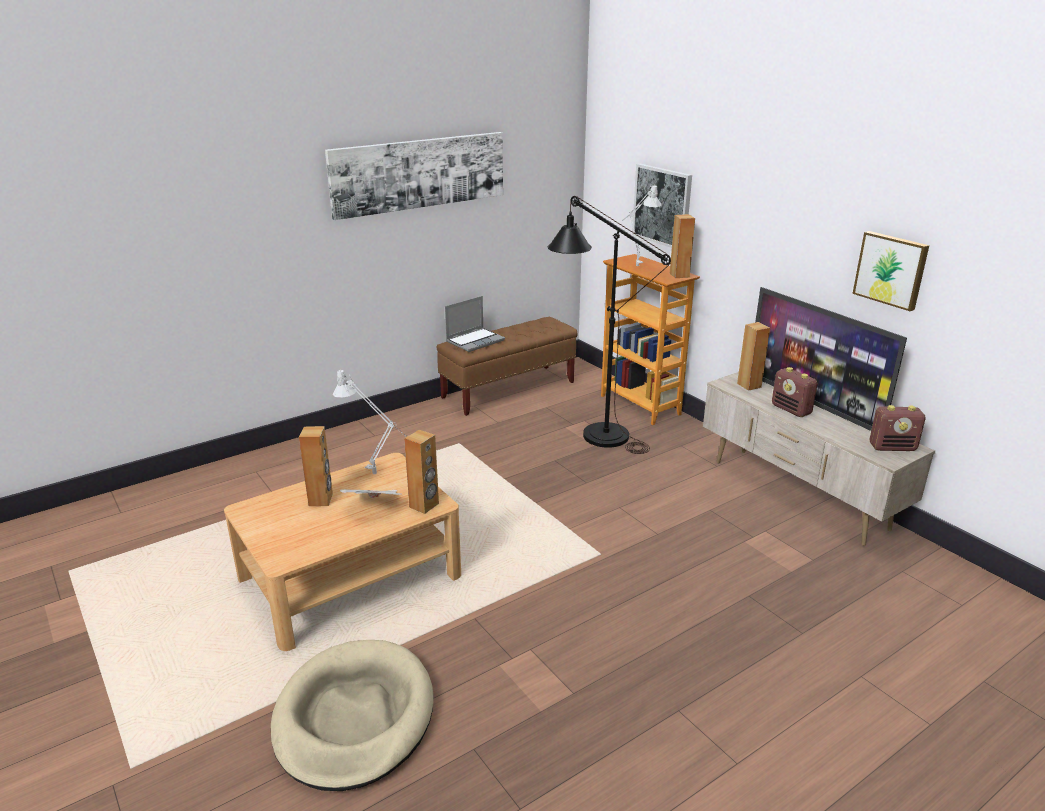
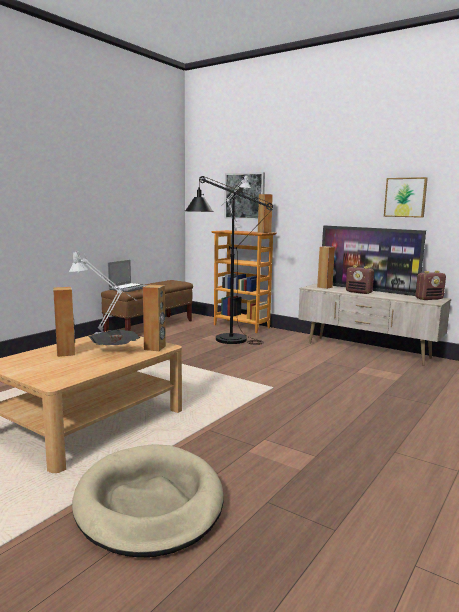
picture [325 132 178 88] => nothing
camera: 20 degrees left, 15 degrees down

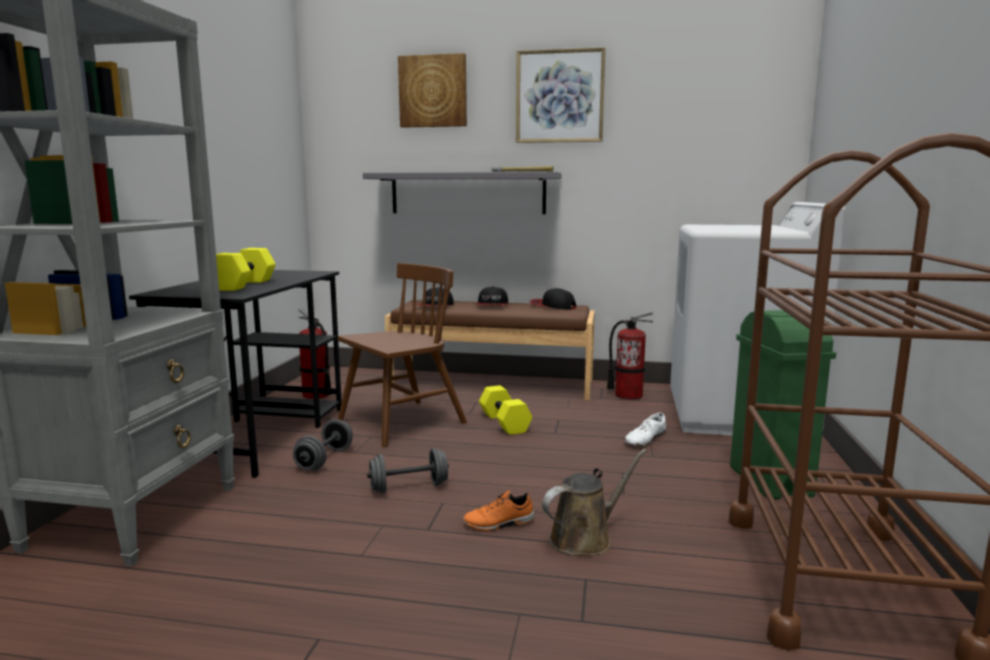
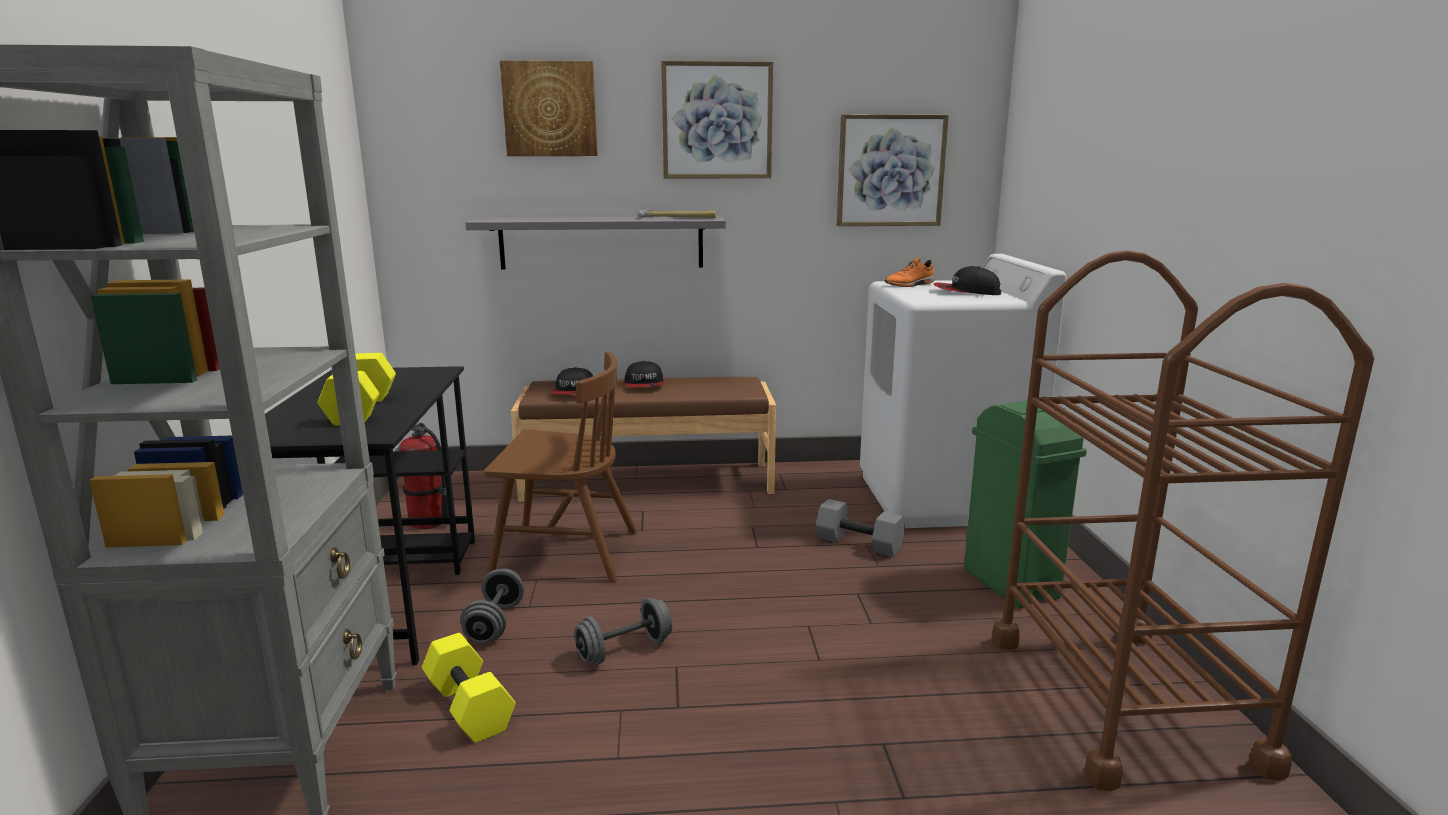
chair/brown-coloured [338 263 129 184] => chair/brown-coloured [484 352 153 231], 60 degrees clockwise
low shoe/orange [463 491 72 40] => low shoe/orange [885 258 50 29], relocated
hand weight/yellow-coloured [479 385 53 50] => hand weight/yellow-coloured [422 633 94 110], relocated
cap [530 288 46 22] => cap [934 266 67 29], relocated
sprinkling can/brown-coloured [542 449 105 107] => nothing
fire-fighting cylinder [607 312 46 88] => nothing
low shoe/whitish [624 412 42 35] => hand weight/gray [816 499 89 58]
nothing => picture [837 114 112 112]
camera: 15 degrees left, 5 degrees up

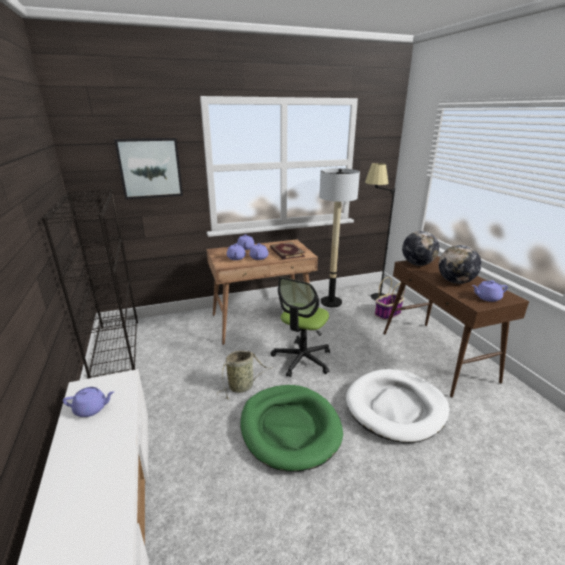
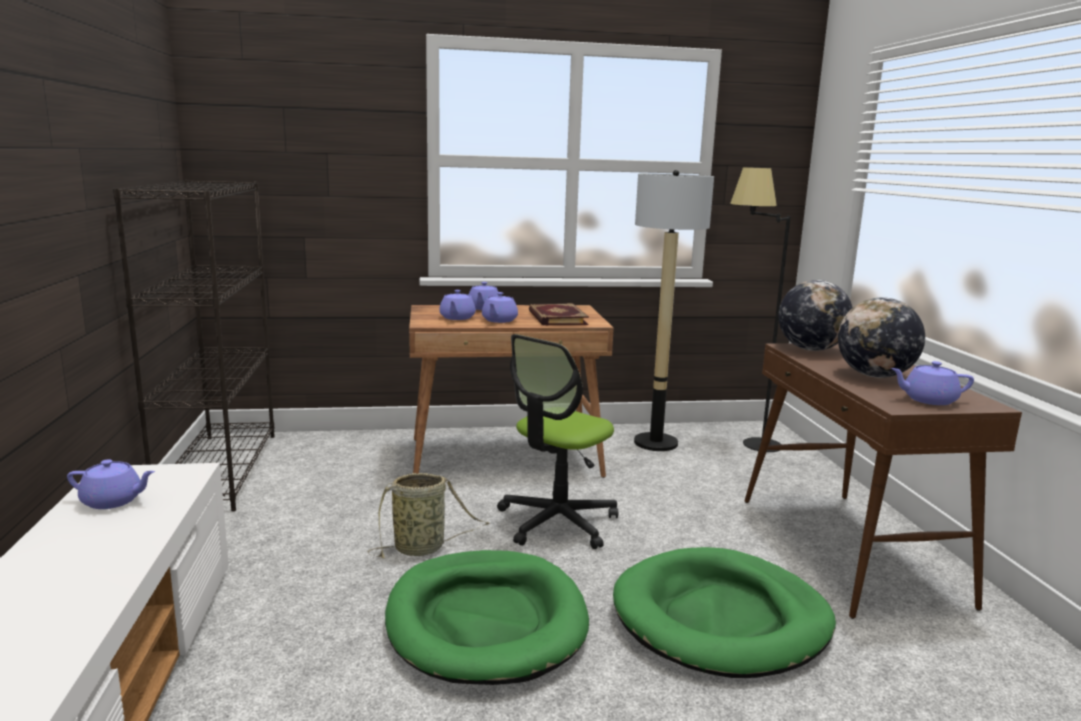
picture [114 138 69 62] => nothing
dog bed/whitish [346 369 103 74] => dog bed/greenish [613 547 223 131]
storage basket [374 277 31 43] => nothing
camera: 10 degrees right, 10 degrees down

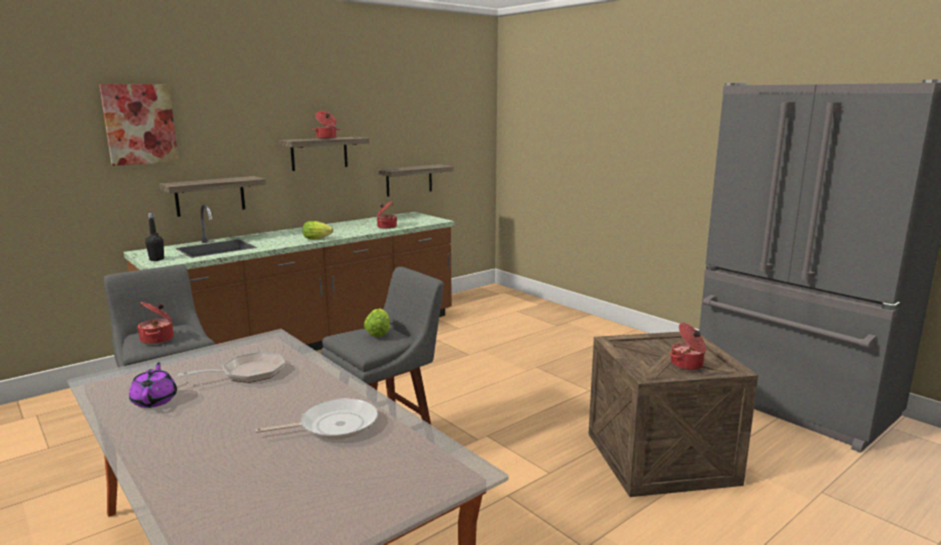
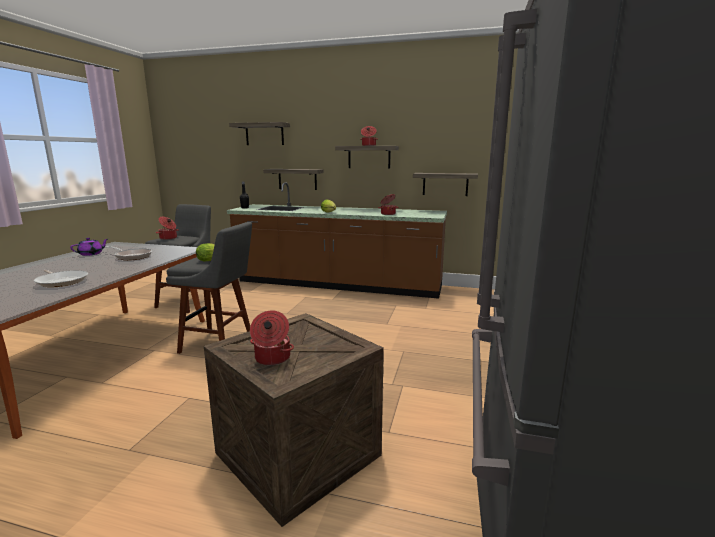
picture [99 84 80 82] => bracket shelf [229 122 61 23]
camera: 55 degrees right, 0 degrees up

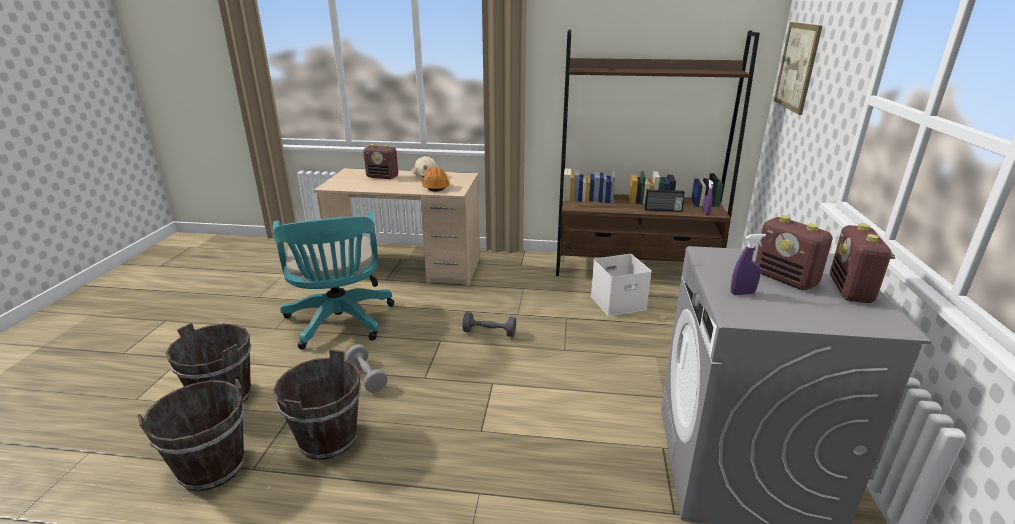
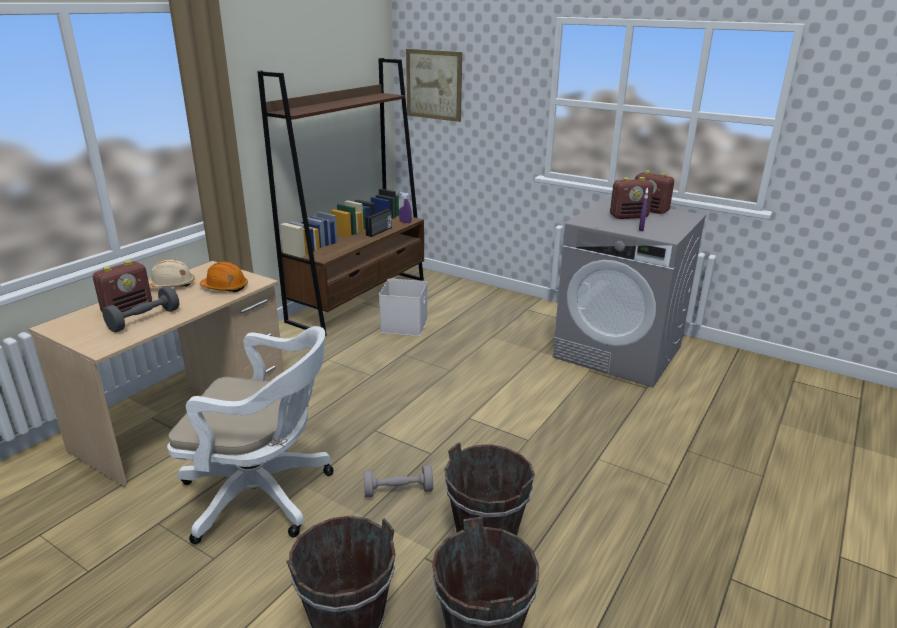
computer chair/turquoise [273 211 121 139] => computer chair/whitish [167 326 167 218]
hand weight/gray [462 312 54 25] => hand weight/gray [102 286 77 46], relocated
camera: 65 degrees left, 0 degrees up

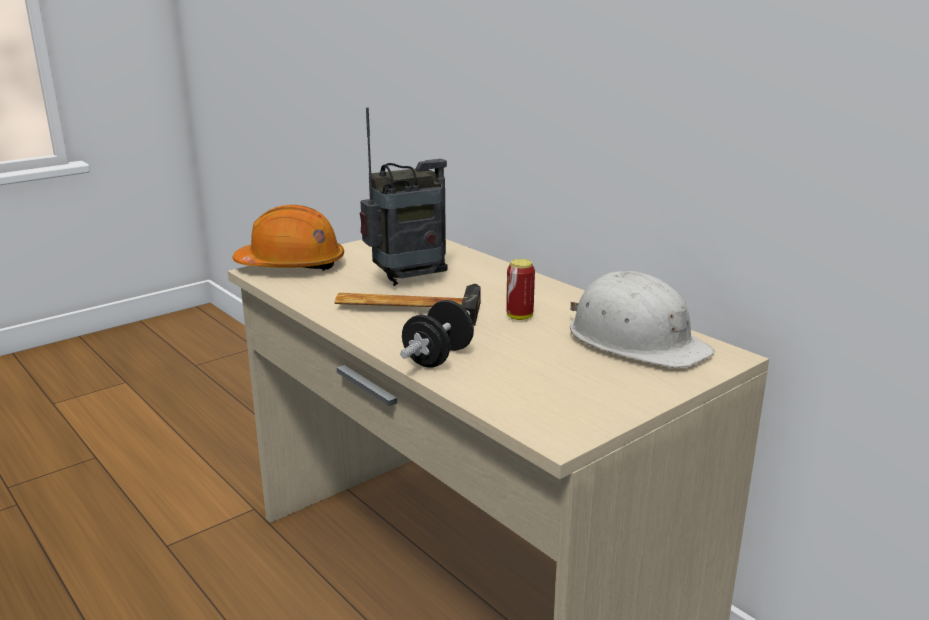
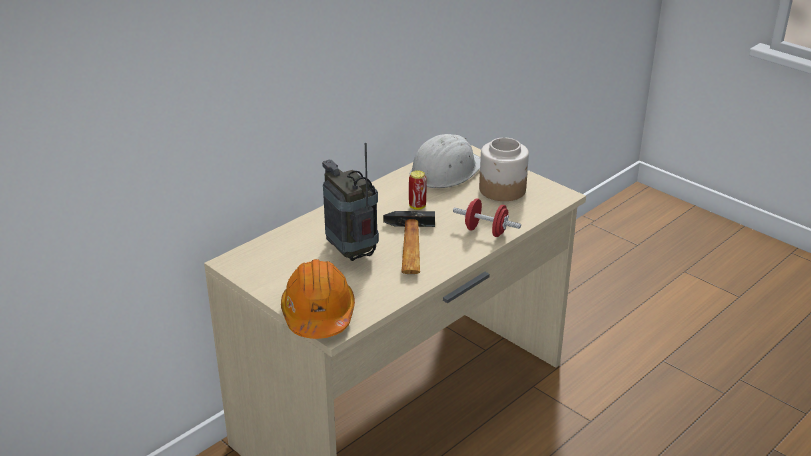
hand weight/blackish [400 300 74 68] => hand weight/reddish [453 199 68 38]
nothing => preserve jar [479 138 50 63]
camera: 95 degrees left, 10 degrees up

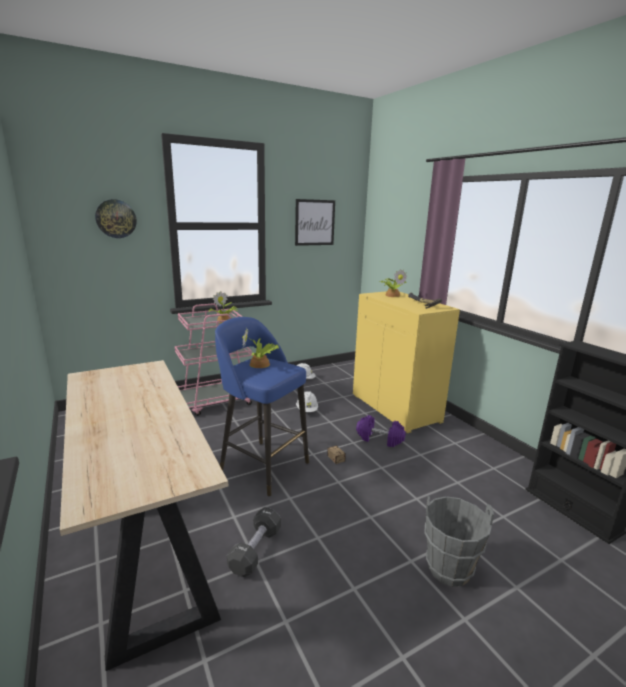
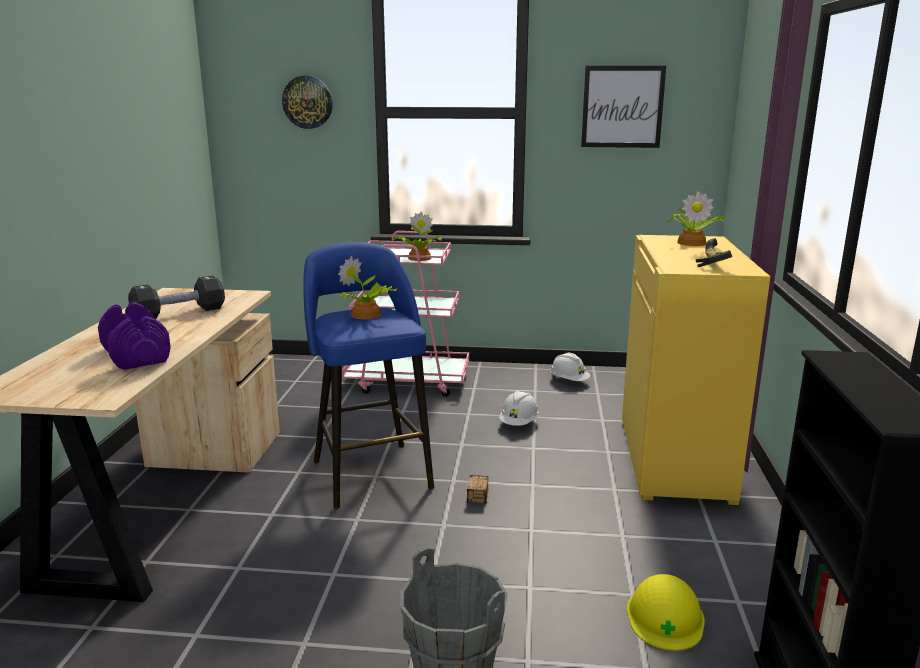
hand weight/blackish [227 507 54 70] => hand weight/blackish [128 275 97 43], relocated
hand weight/purple-coloured [356 415 50 32] => hand weight/purple-coloured [98 302 73 68], relocated
nothing => hard hat/yellow-coloured [627 574 78 77]
camera: 35 degrees right, 0 degrees up

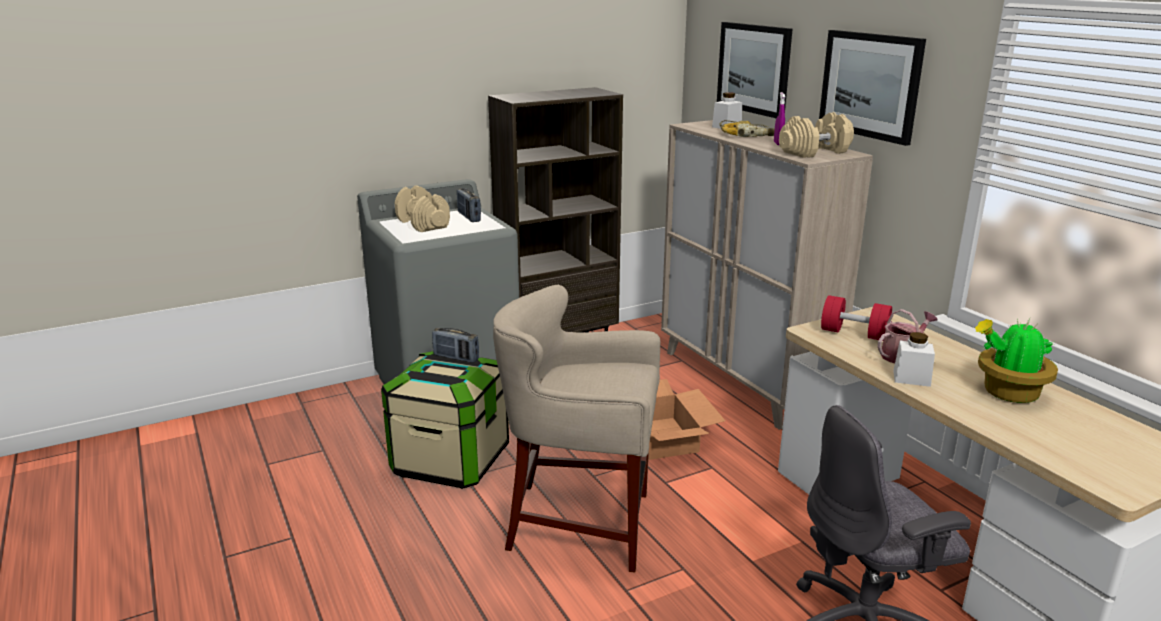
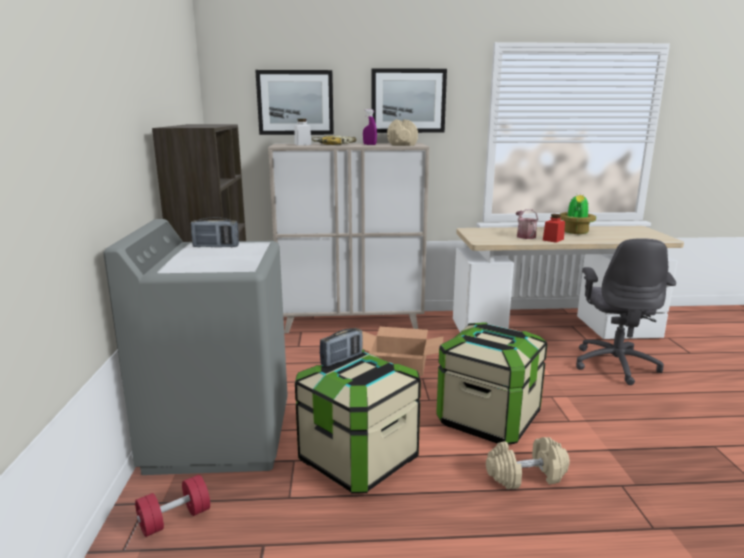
hand weight/beige [395 185 55 47] => hand weight/beige [486 437 84 52], relocated
sitting stool/beige [493 285 167 288] => storage box [436 322 111 123]
hand weight/reddish [821 295 71 45] => hand weight/reddish [135 475 75 62], relocated
preserve jar/whitish [893 332 42 55] => preserve jar/reddish [543 214 22 29]
camera: 65 degrees left, 5 degrees down

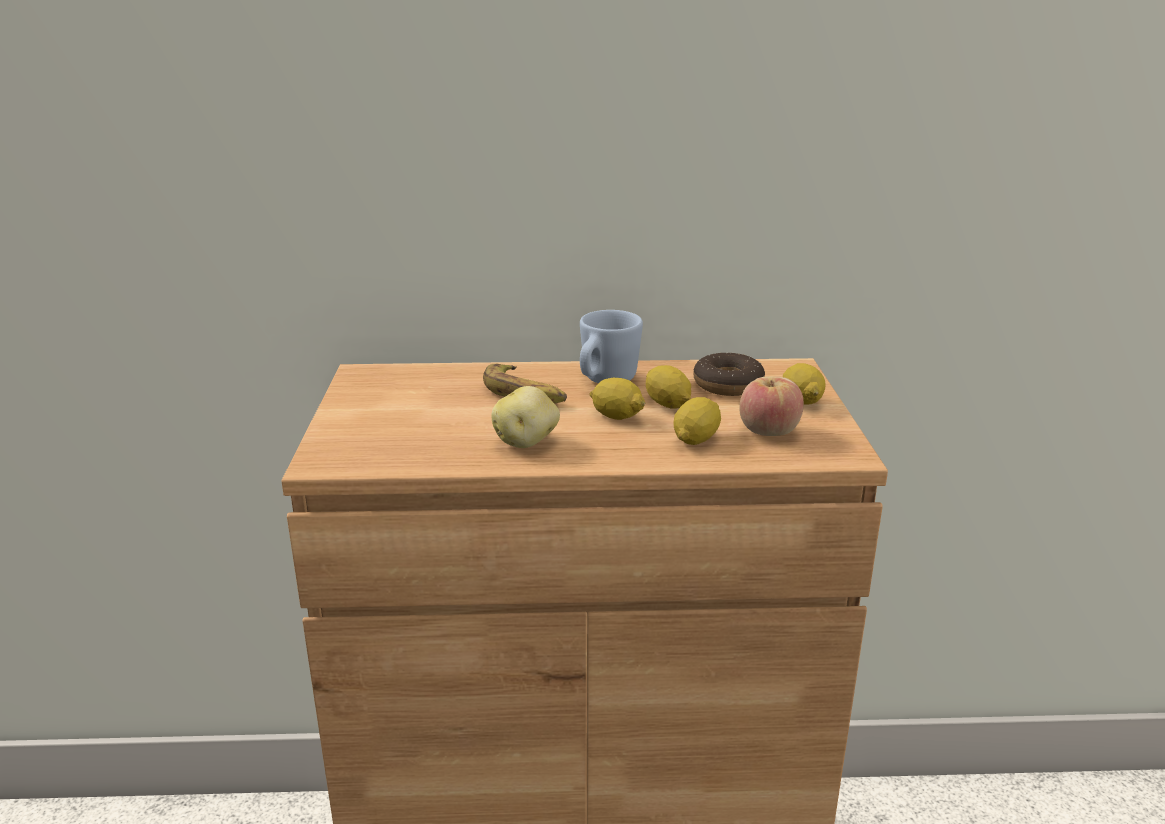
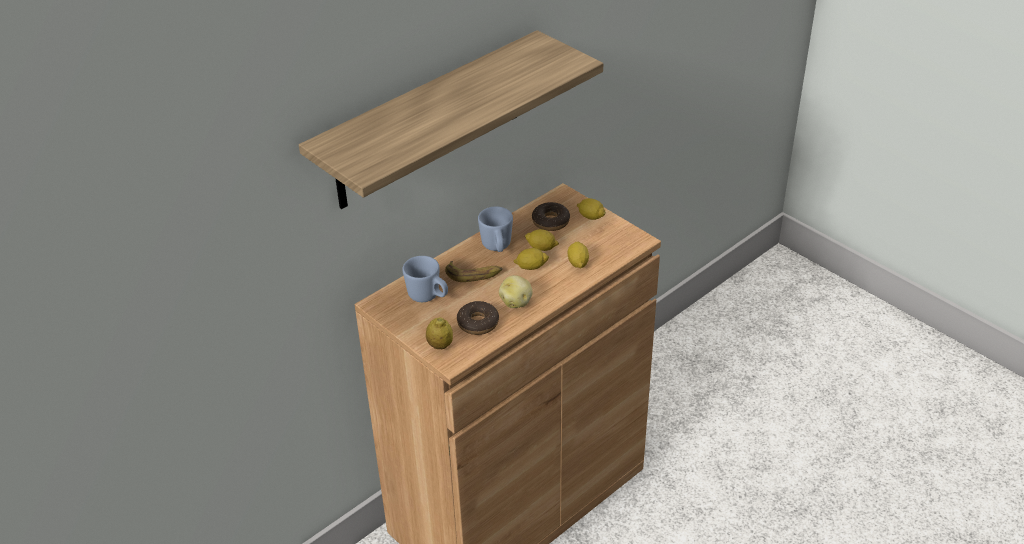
whole apple [739 376 65 60] => nothing
nothing => bracket shelf [299 30 304 179]
nothing => coffee mug/blue-coloured [403 256 45 46]
nothing => whole lemon [426 317 27 32]
nothing => ring doughnut [457 301 42 34]
camera: 40 degrees left, 15 degrees up

